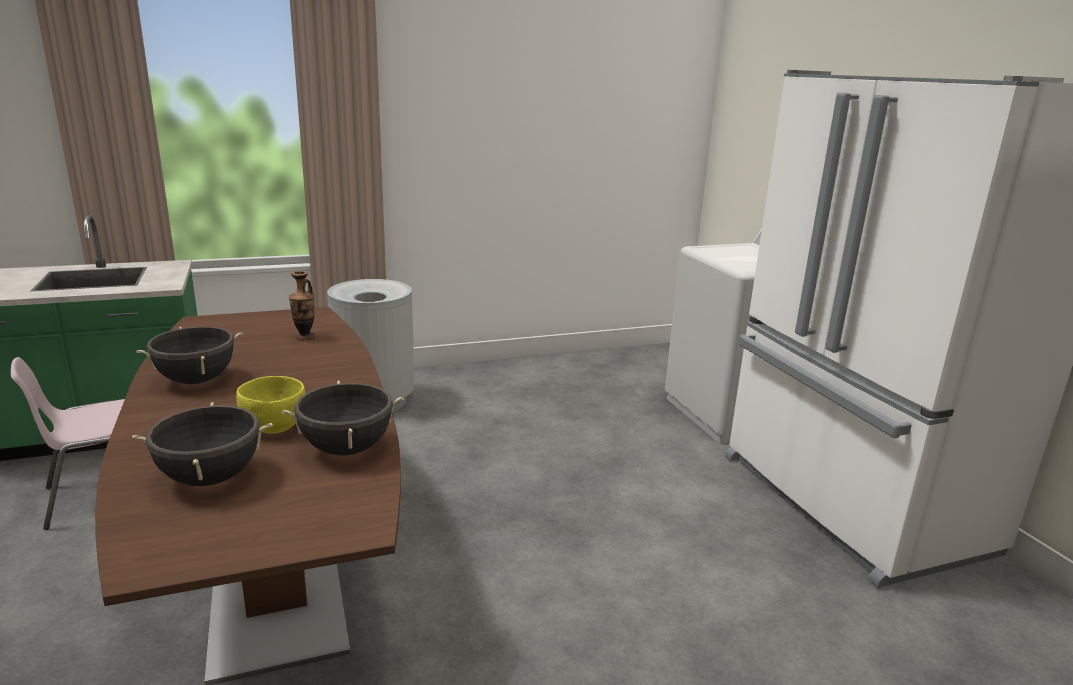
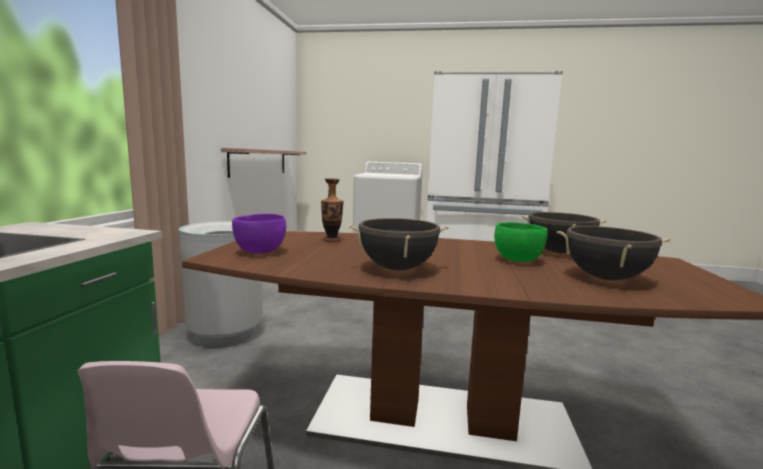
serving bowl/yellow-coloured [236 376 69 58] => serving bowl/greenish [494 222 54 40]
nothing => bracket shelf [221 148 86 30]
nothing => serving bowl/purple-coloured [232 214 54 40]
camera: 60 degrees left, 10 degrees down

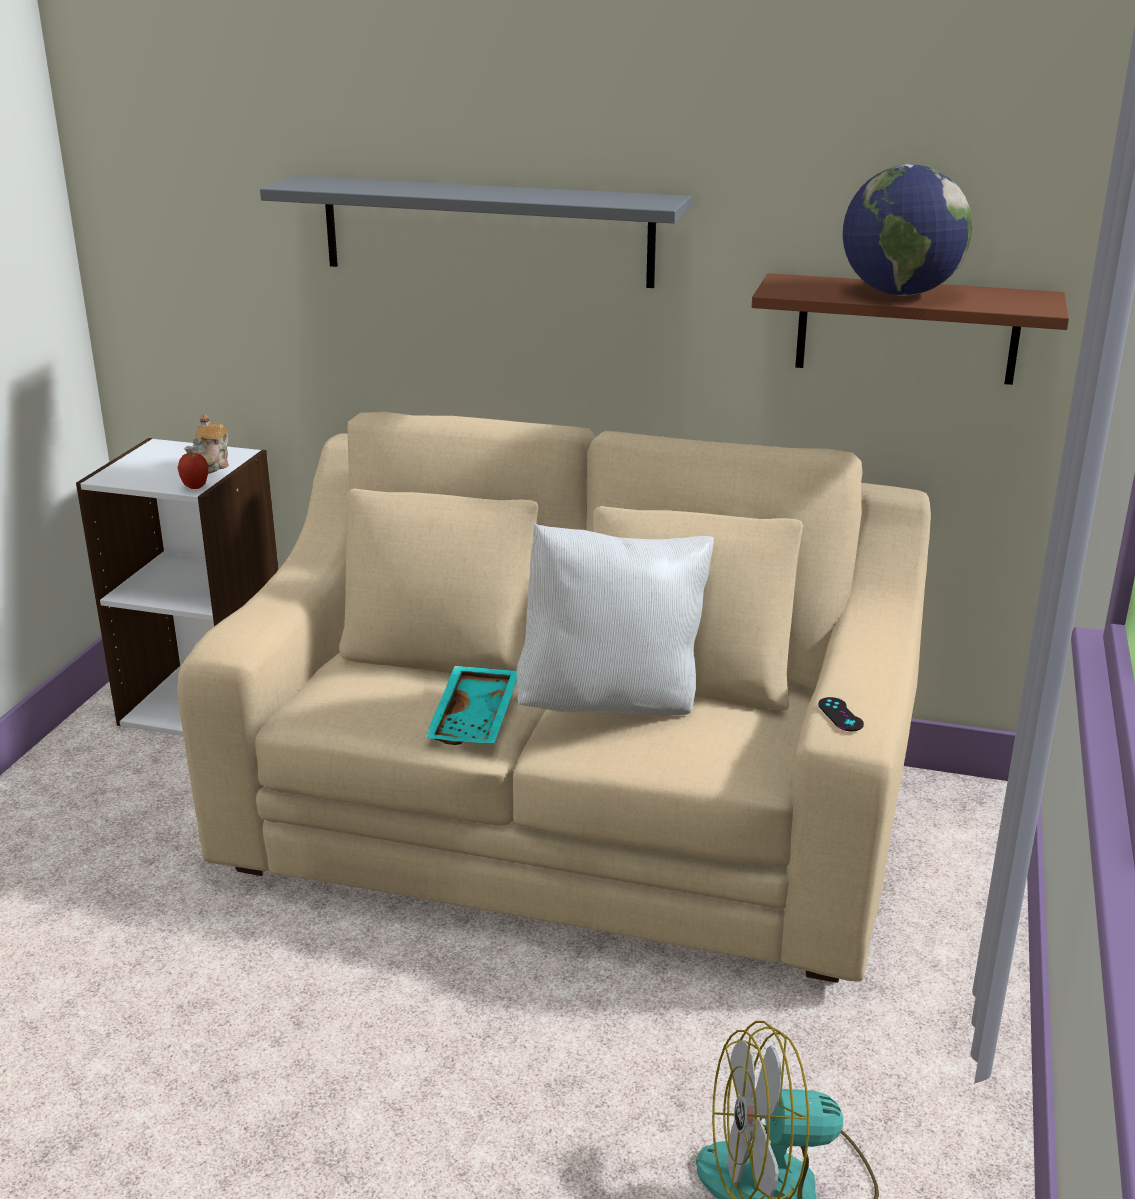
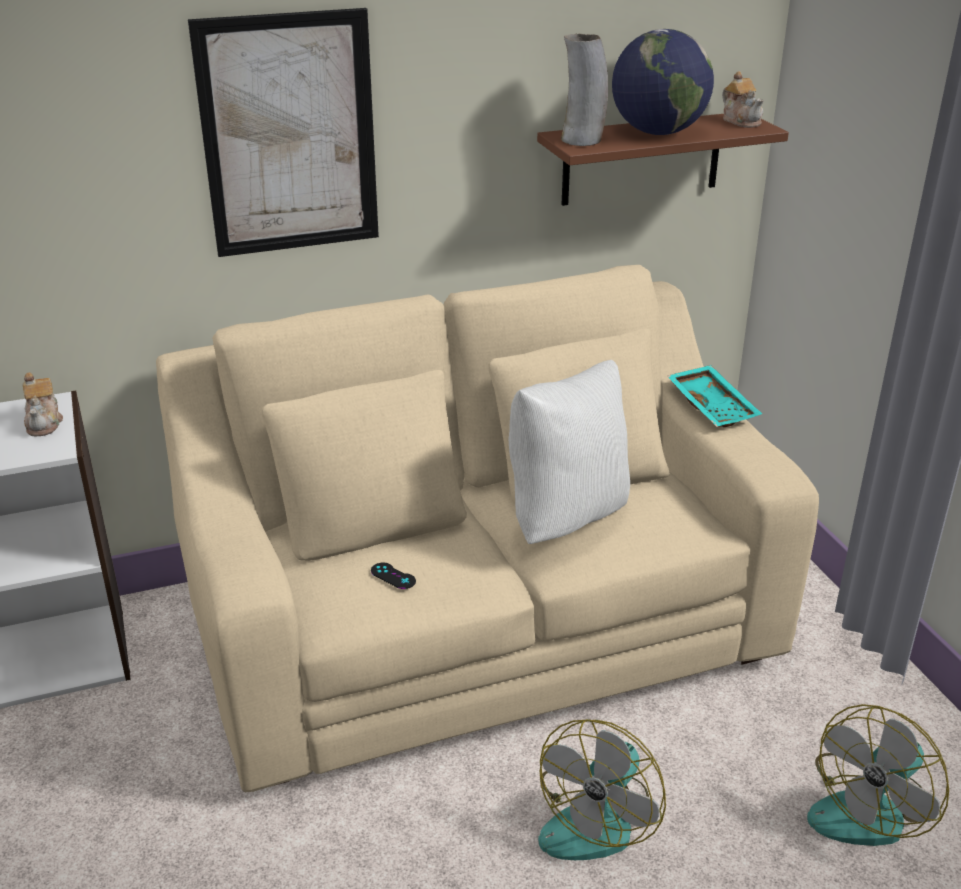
whole apple [178 453 30 36] => nothing
bracket shelf/gray [260 176 431 112] => picture [188 8 191 249]
carrying tray/turquoise [425 666 92 79] => carrying tray/turquoise [667 365 95 62], relocated
gamepad/blackish [818 697 46 34] => gamepad/blackish [371 563 45 26], relocated
nothing => cooling fan [538 719 128 141]
nothing => vase [561 33 47 113]
nothing => tea pot [722 71 42 57]
camera: 35 degrees left, 5 degrees up

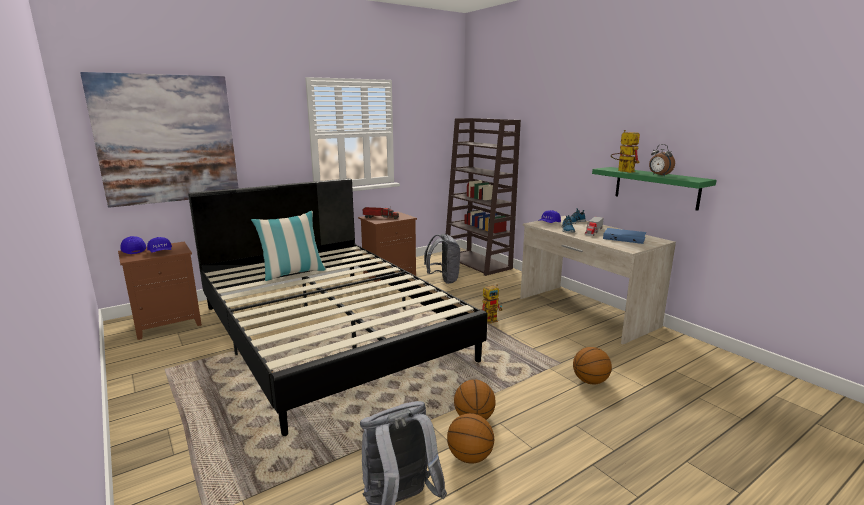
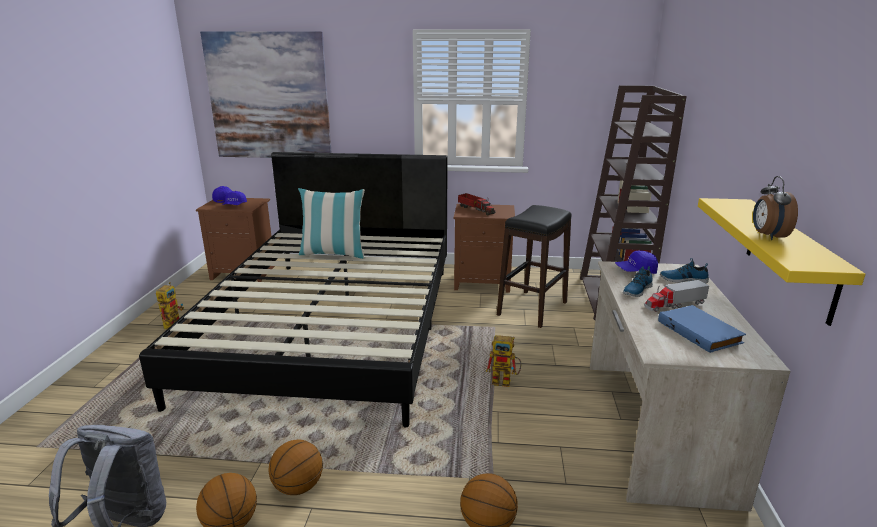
knapsack/gray [424 234 36 50] => sitting stool/blackish [497 205 75 123]
bracket shelf/greenish [592 167 125 44] => bracket shelf/yellow-coloured [698 198 168 128]
robot figure [611 130 29 43] => robot figure [156 282 28 47], relocated
camera: 40 degrees right, 5 degrees up

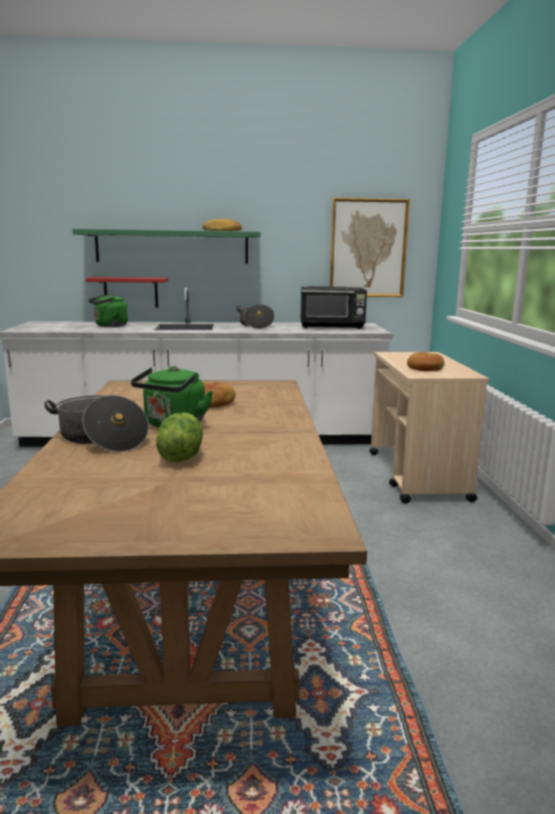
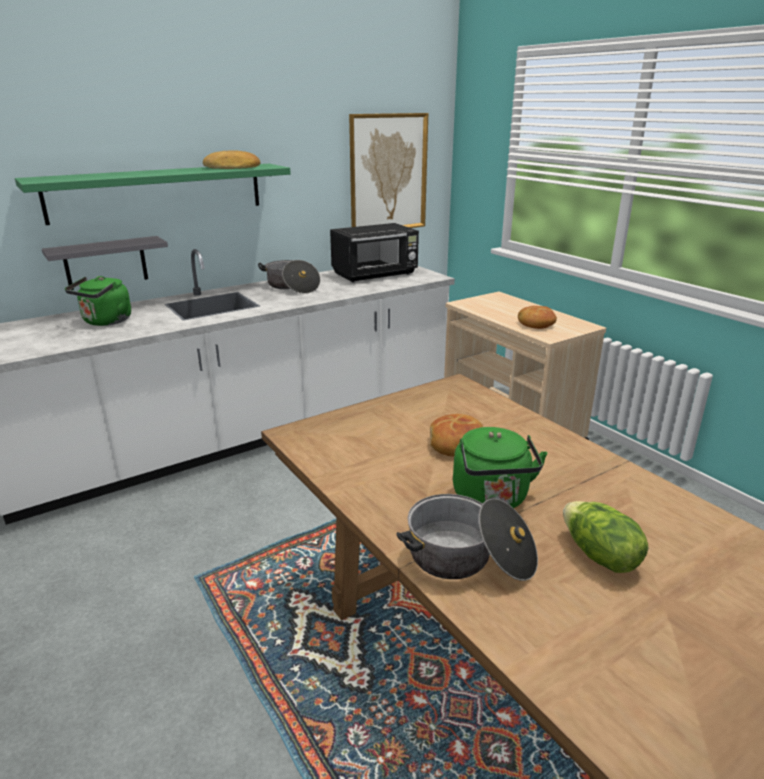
bracket shelf/reddish [86 277 82 31] => bracket shelf/gray [42 236 126 54]
camera: 30 degrees left, 10 degrees up

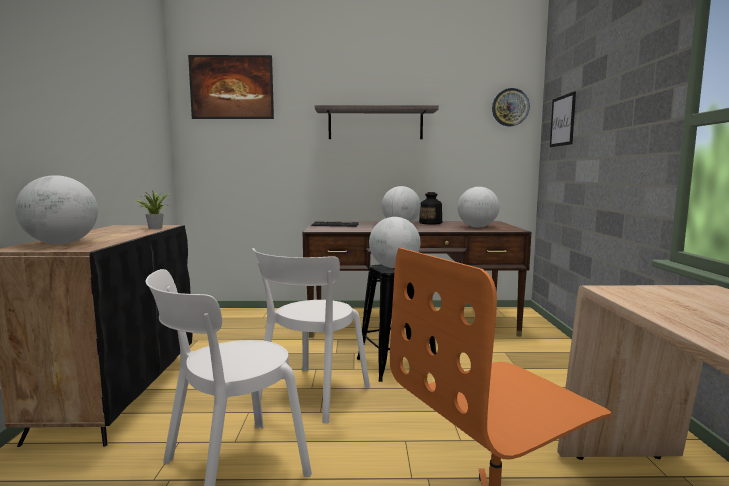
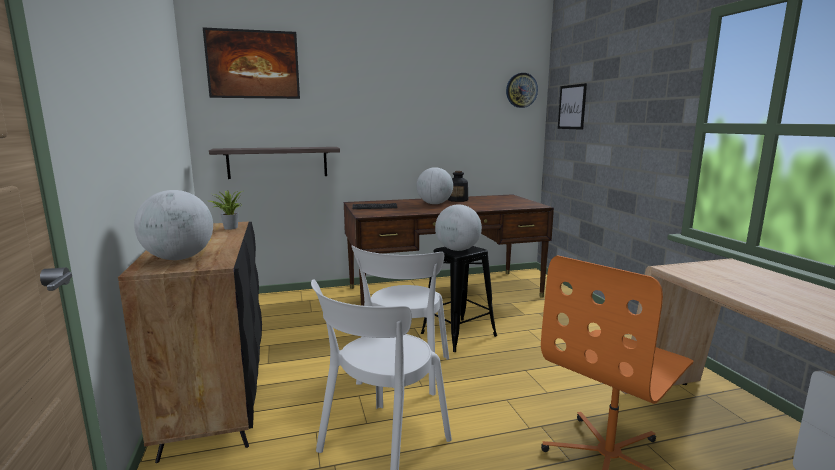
bracket shelf [315 105 124 34] => bracket shelf [209 147 131 32], relocated
world globe [457 187 42 40] => nothing
camera: 15 degrees left, 5 degrees up

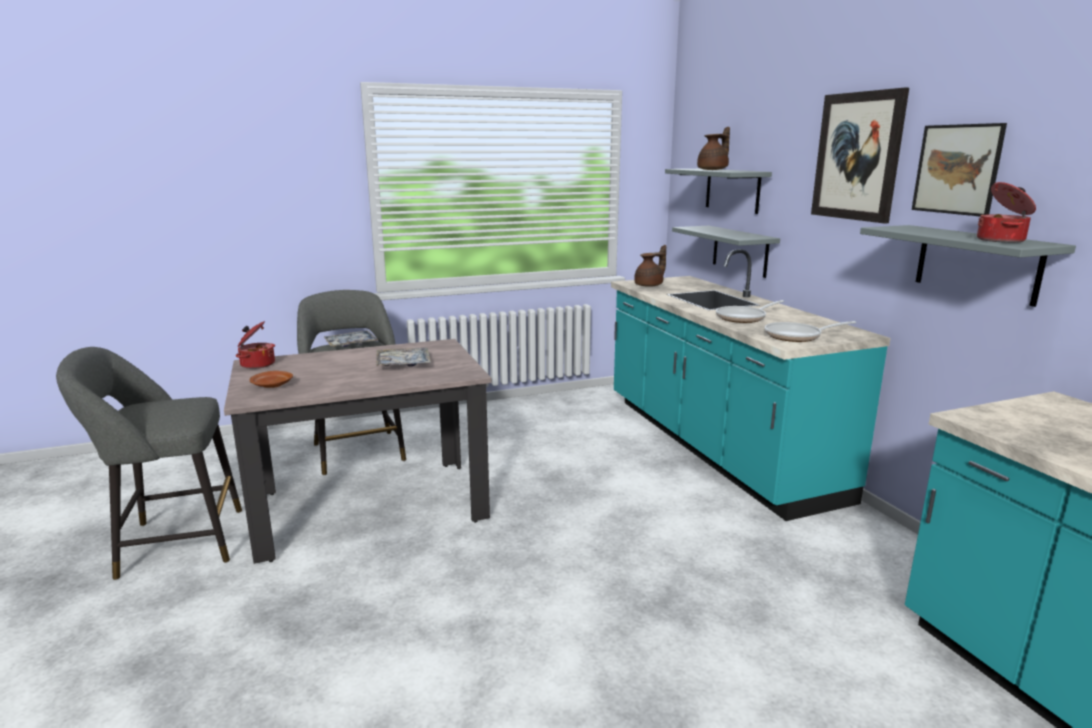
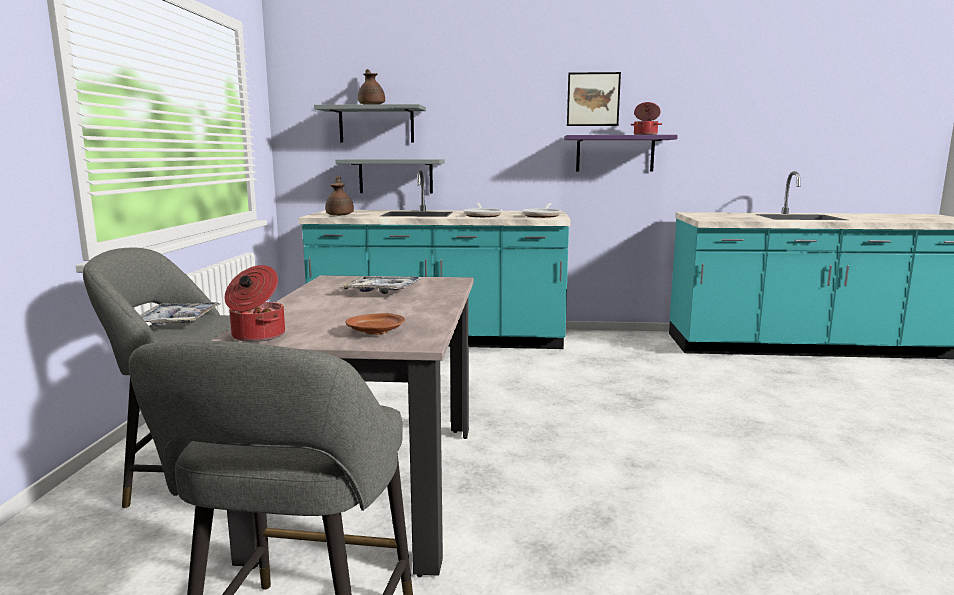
picture [811 88 98 135] => nothing
bracket shelf/gray [860 225 216 82] => bracket shelf/purple-coloured [564 135 114 37]
camera: 65 degrees left, 5 degrees down

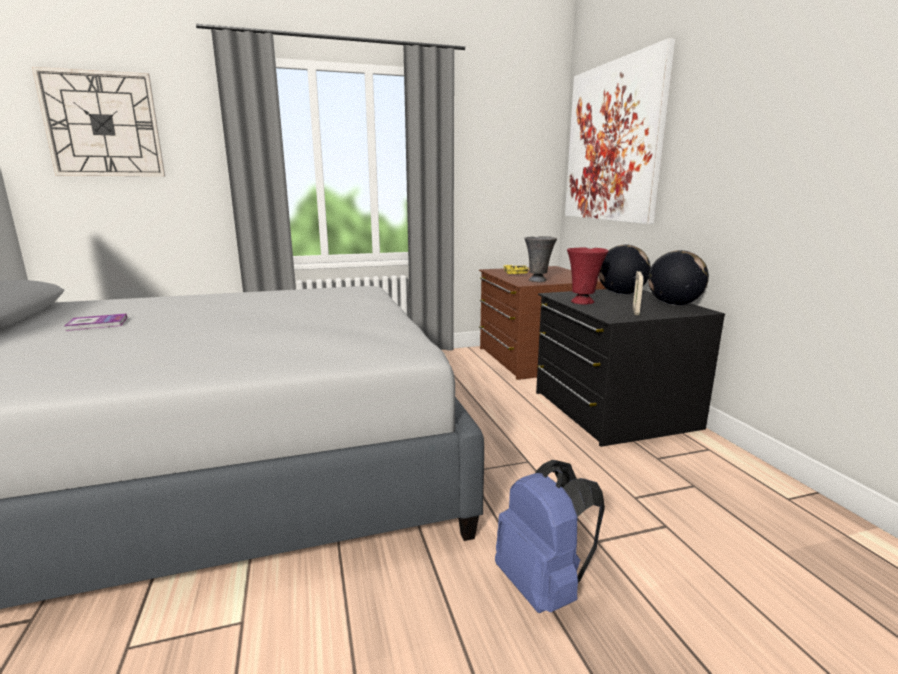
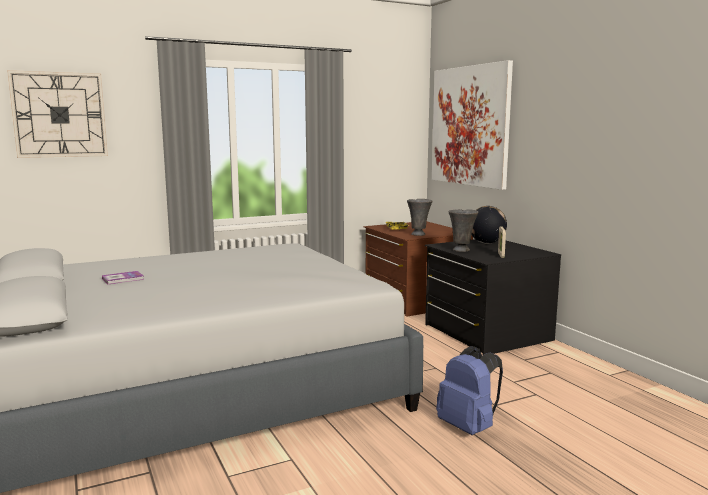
vase/reddish [567 247 41 58] => vase/gray [448 209 31 43]
world globe [648 250 61 55] => nothing
camera: 10 degrees left, 5 degrees down

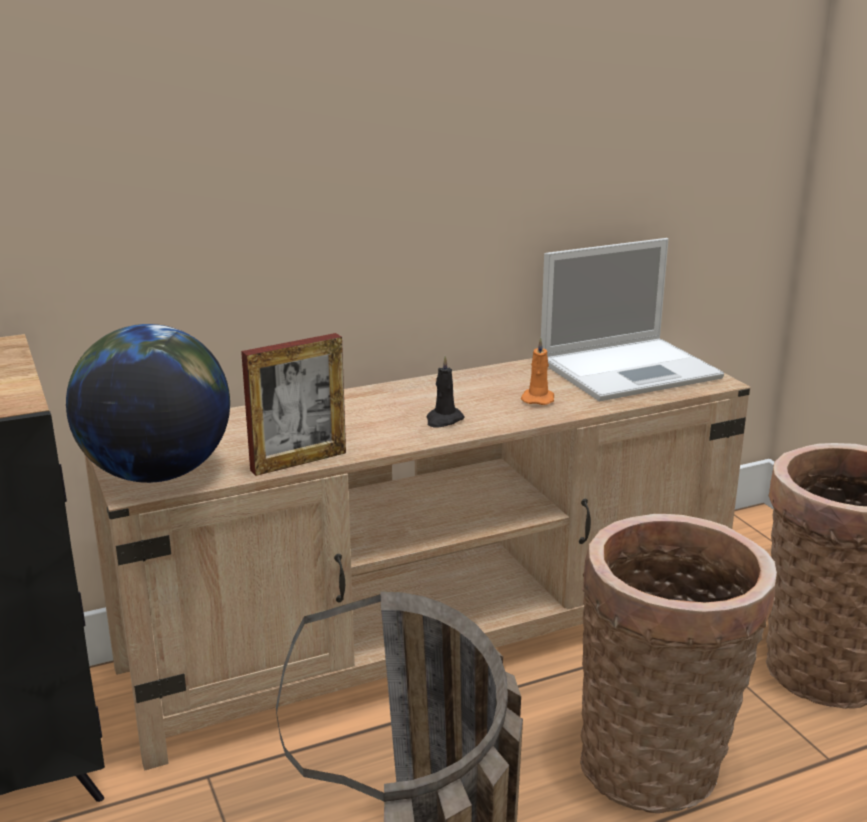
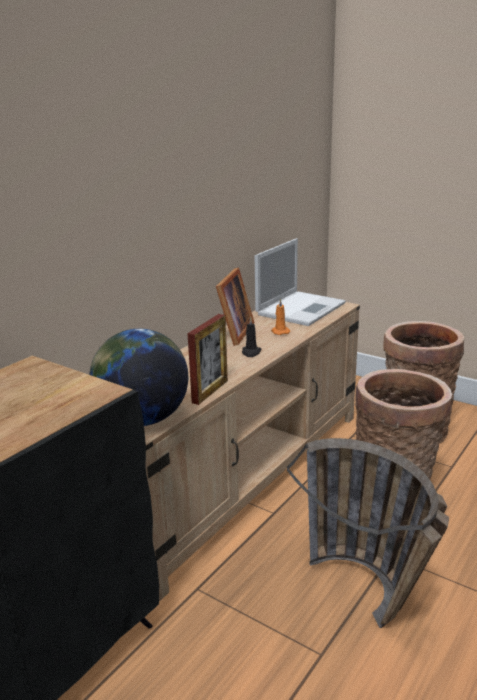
nothing => photo frame [216 268 39 78]
camera: 30 degrees left, 0 degrees up

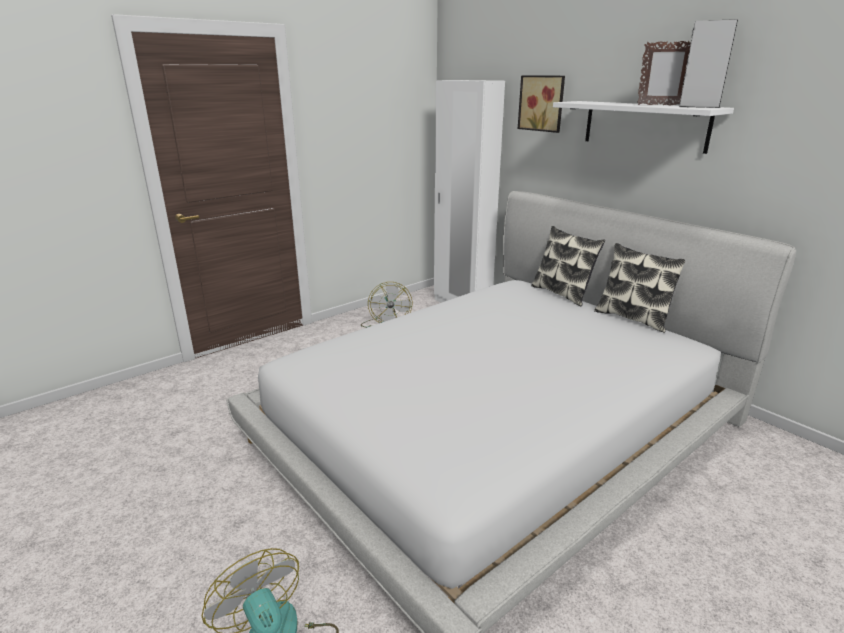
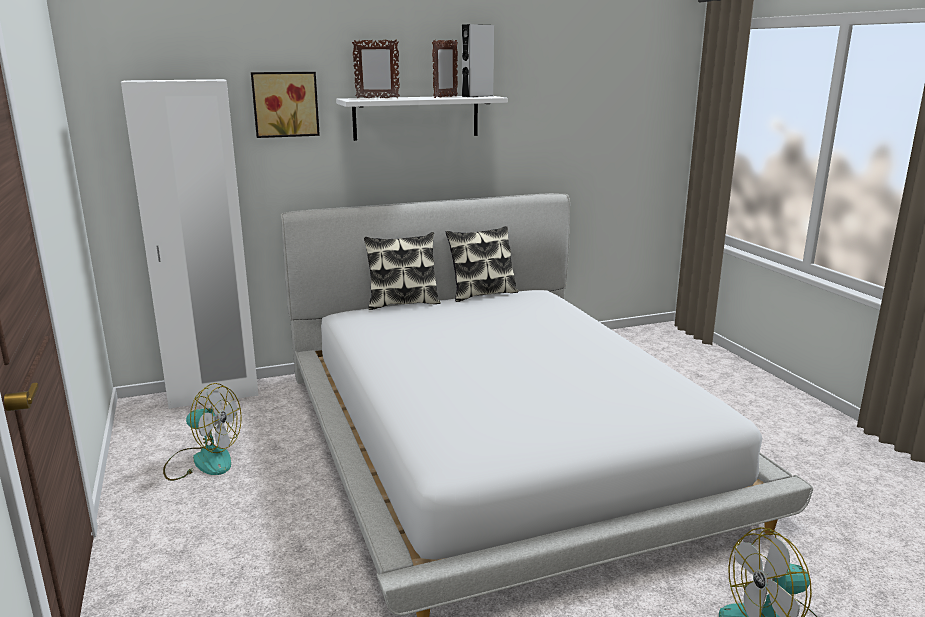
nothing => photo frame [352 39 48 59]
camera: 70 degrees left, 5 degrees down

